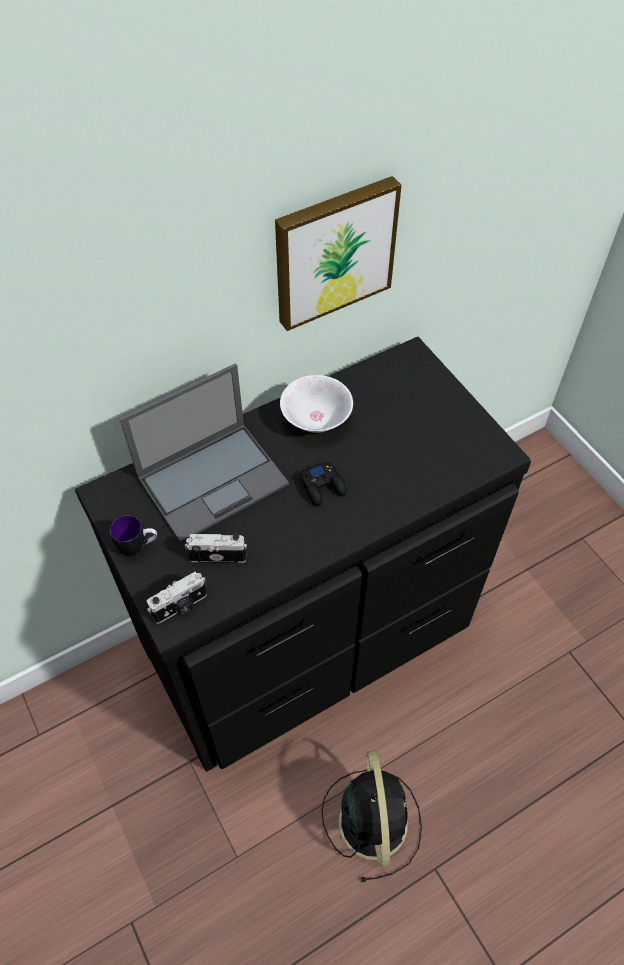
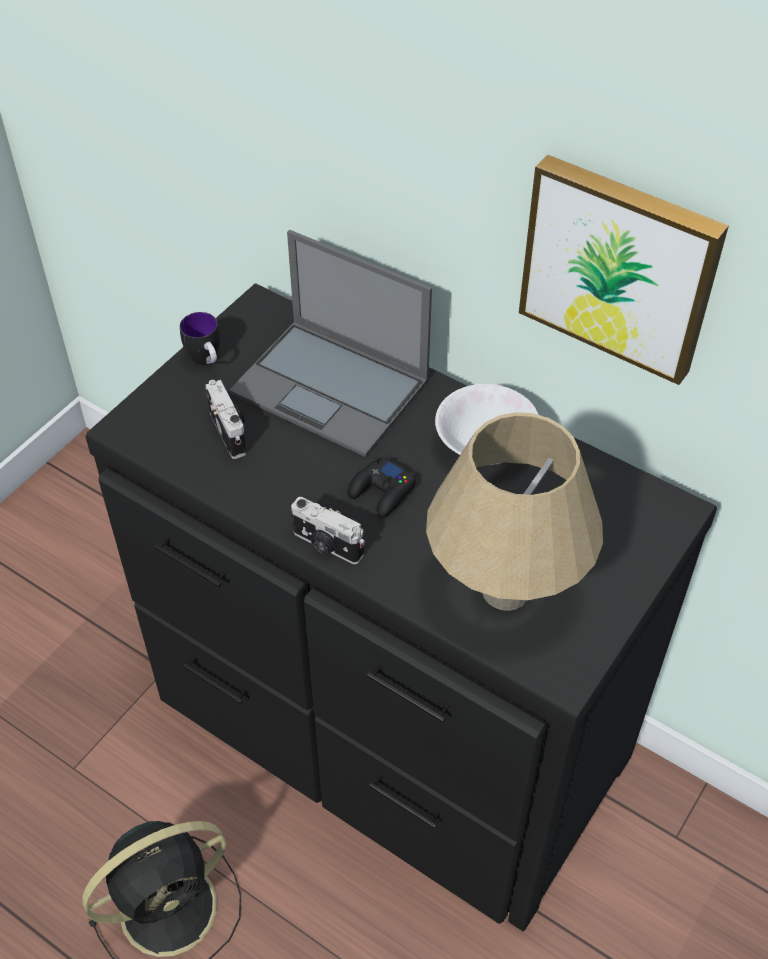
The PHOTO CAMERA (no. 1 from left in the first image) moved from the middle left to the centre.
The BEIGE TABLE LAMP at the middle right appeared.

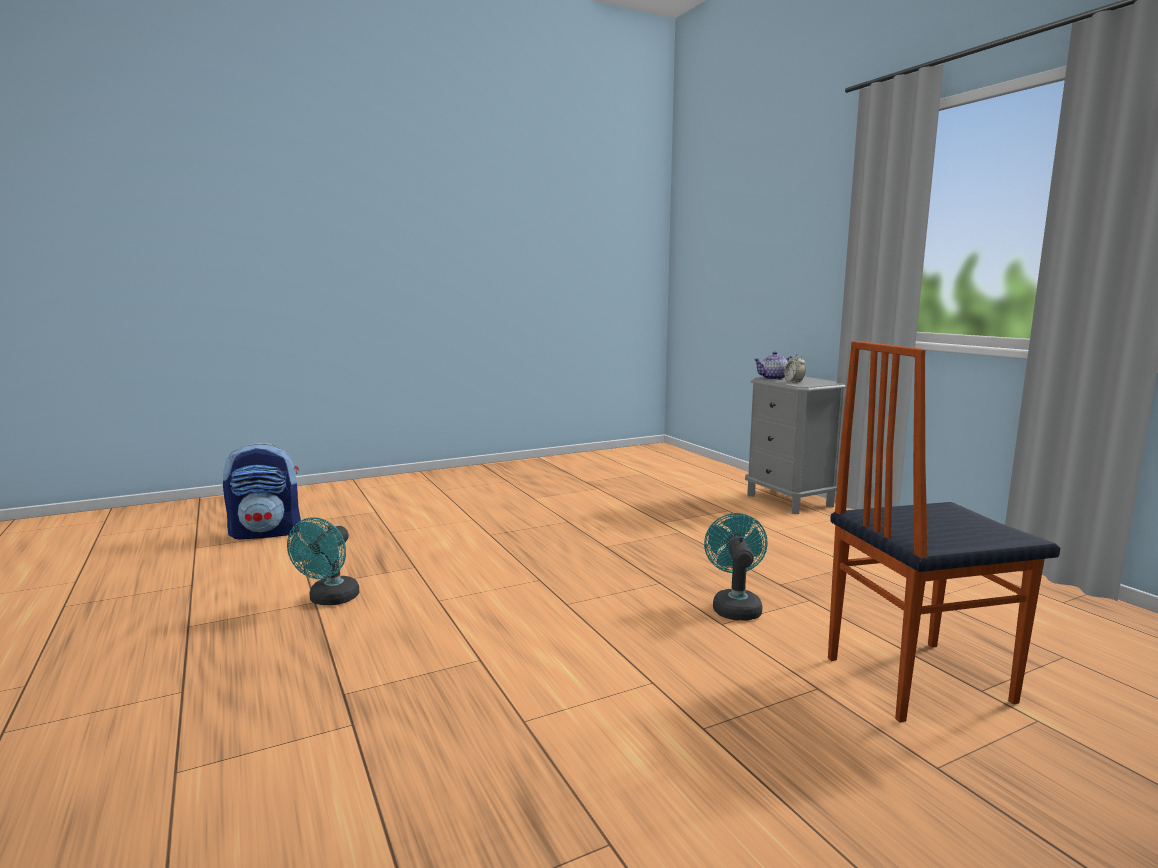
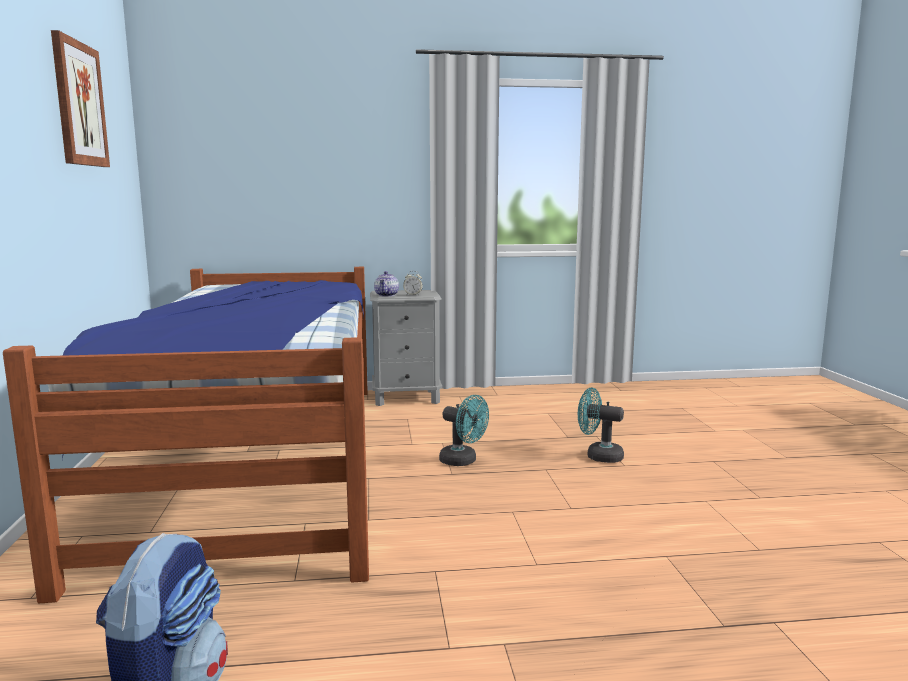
The BED at the middle left appeared.
The PICTURE at the top left appeared.
The TURQUOISE FAN (no. 1 from left) moved from the middle left to the centre.
The CHAIR at the middle right disappeared.

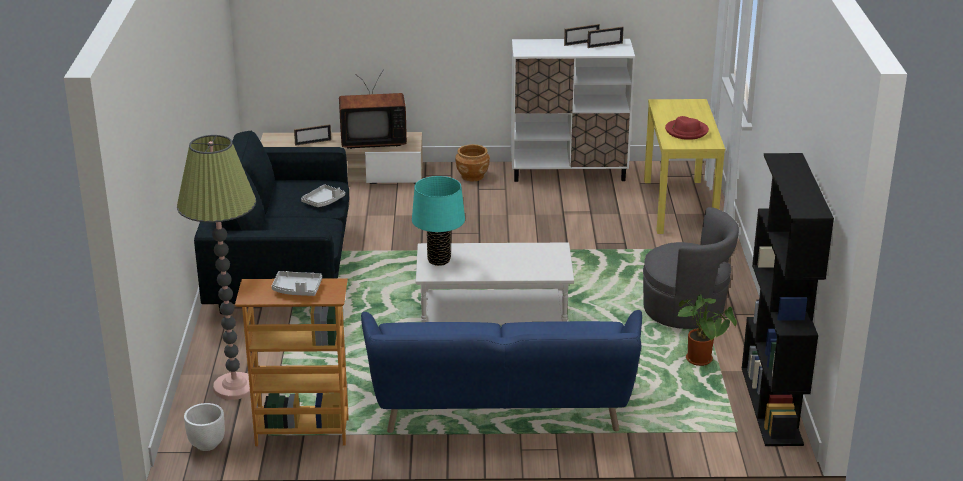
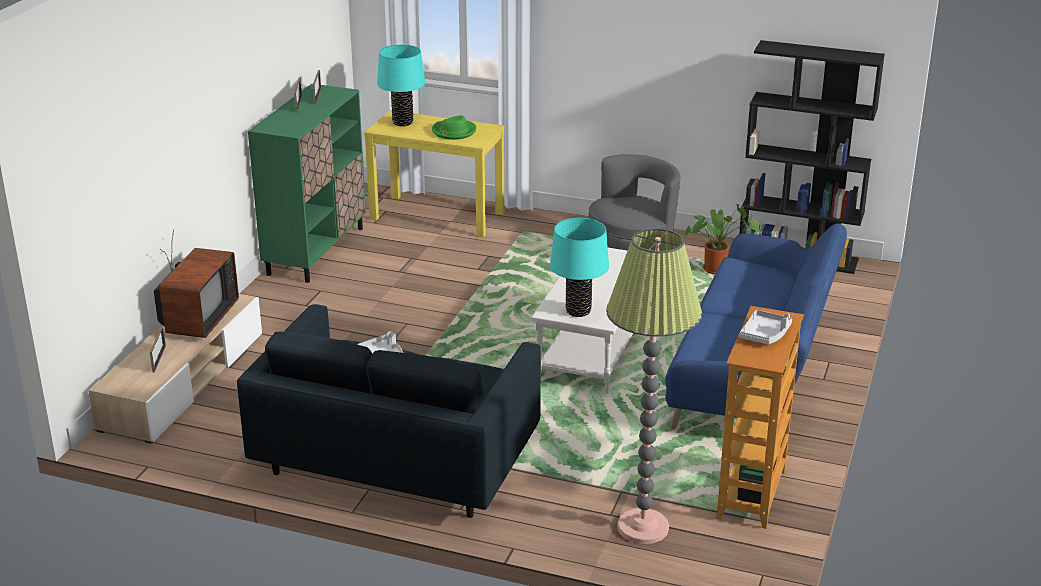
The WHITE CABINET at the top centre became the GREEN CABINET at the top left.
The TURQUOISE TABLE LAMP (no. 1 from left) at the top centre appeared.
The RED HAT at the top right became the GREEN HAT at the top centre.
The WHITE PLANTER at the bottom left disappeared.
The BROWN PLANTER at the centre disappeared.

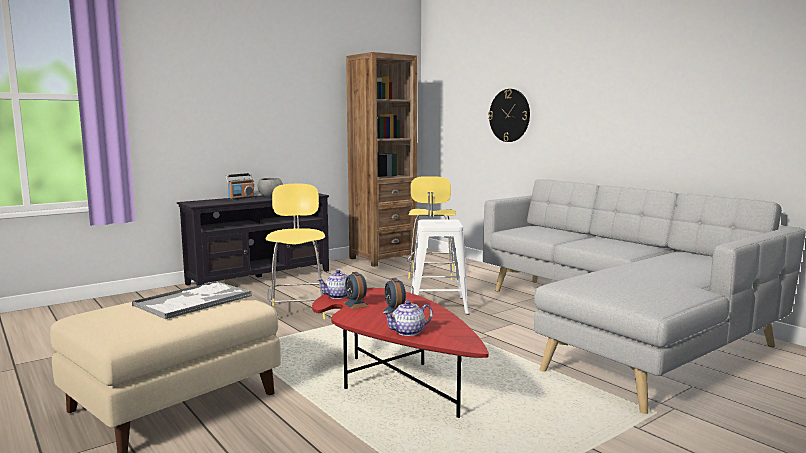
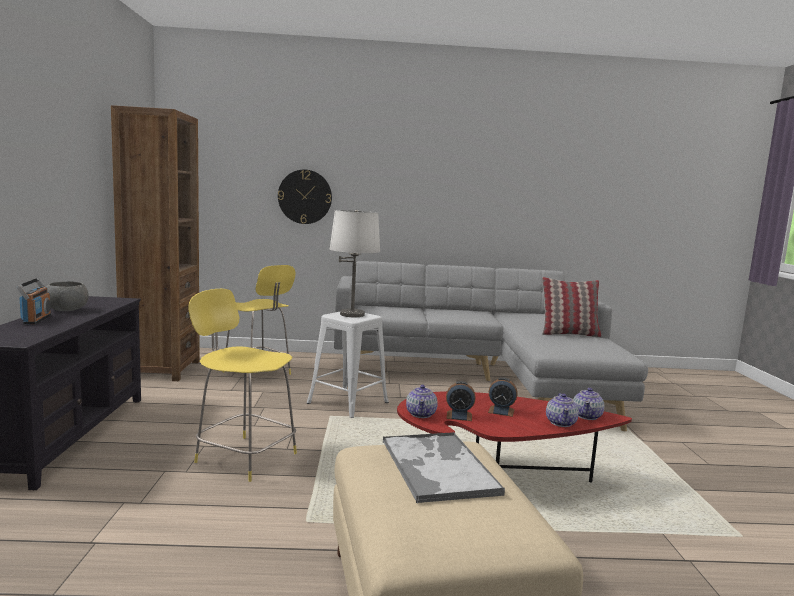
The WHITE TABLE LAMP at the centre appeared.
The PILLOW at the middle right appeared.
The TEAPOT (no. 3 from left) at the bottom right appeared.

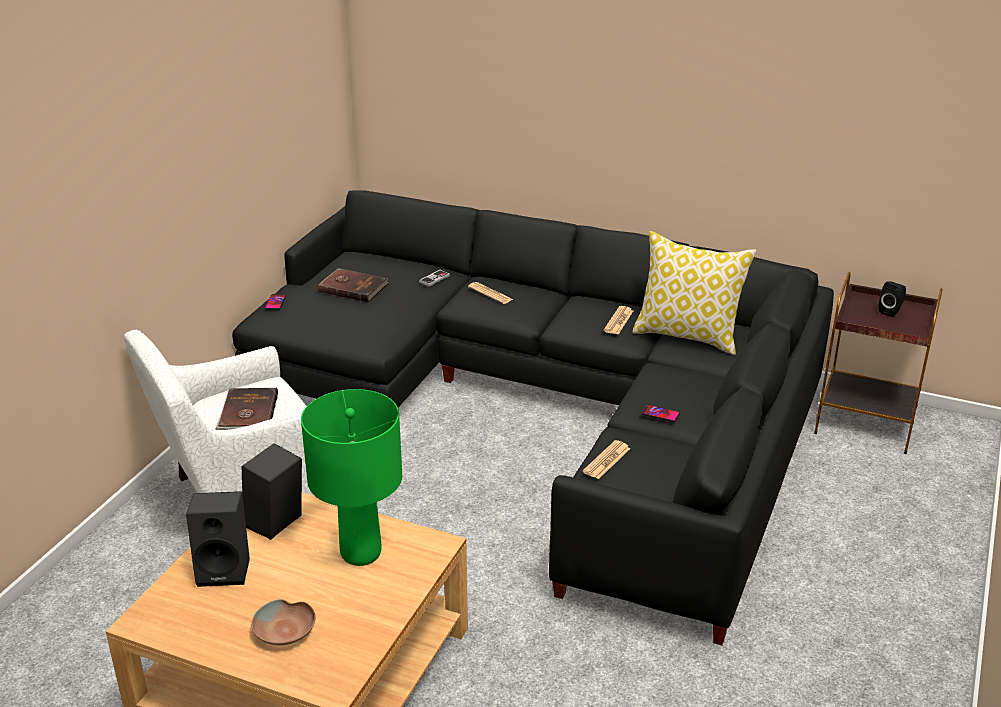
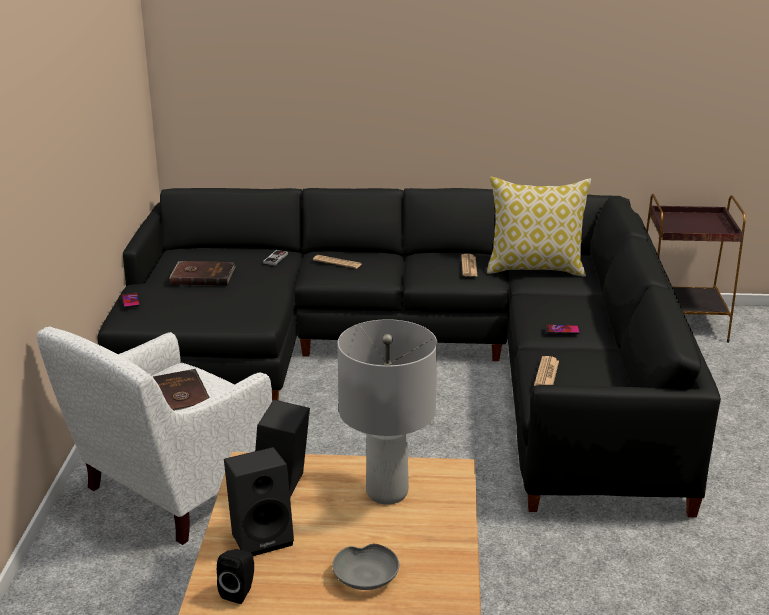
The BLACK SPEAKER (no. 3 from left in the first image) moved from the middle right to the bottom left.
The BROWN BOWL at the bottom left became the GREY BOWL at the bottom centre.
The GREEN TABLE LAMP at the bottom centre became the GREY TABLE LAMP at the bottom centre.

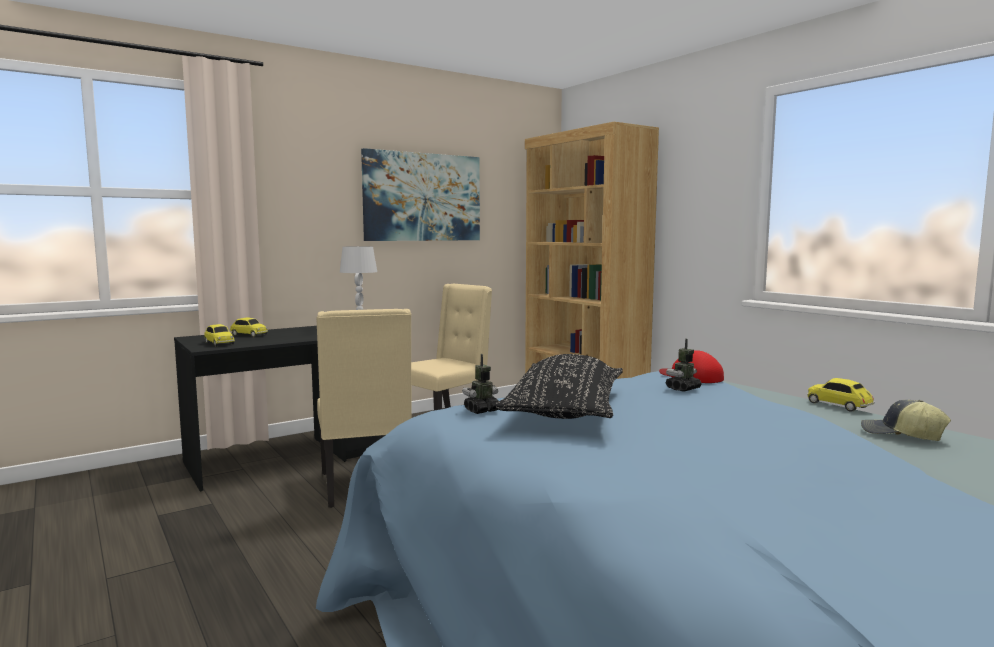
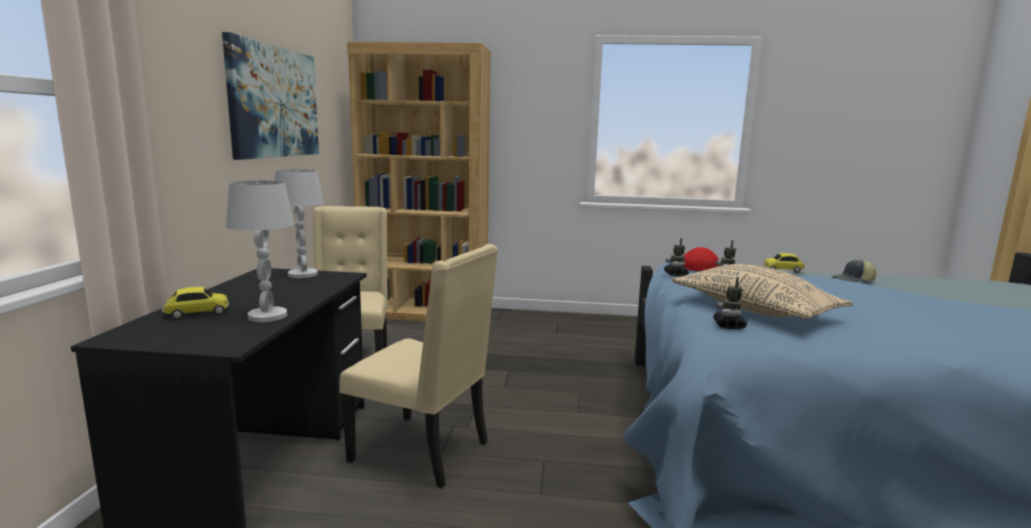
The WHITE TABLE LAMP (no. 1 from left) at the middle left appeared.
The TOY ROBOT (no. 1 from left) at the centre appeared.
The BLACK PILLOW at the centre became the BEIGE PILLOW at the middle right.
The TOY CAR (no. 1 from left) at the middle left disappeared.

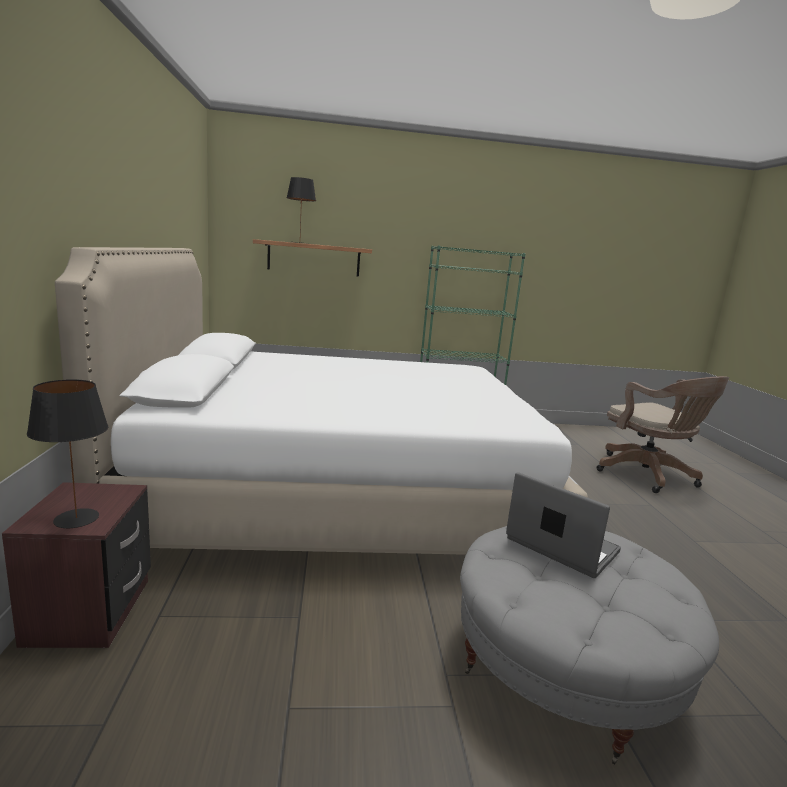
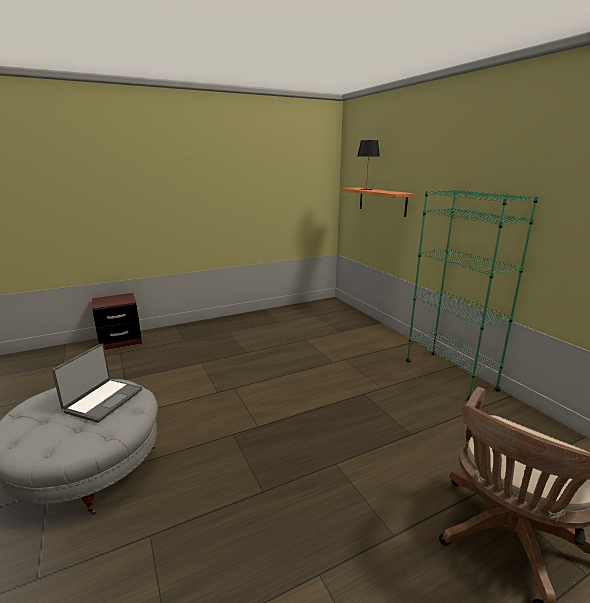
The BLACK TABLE LAMP (no. 1 from left) at the middle left disappeared.
The WHITE BED at the centre disappeared.

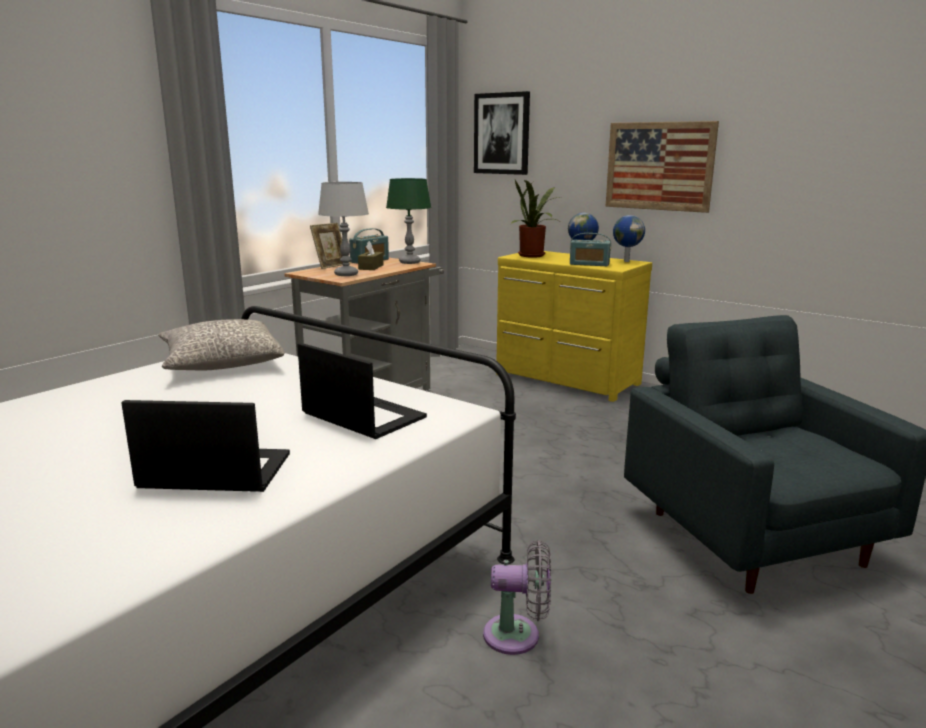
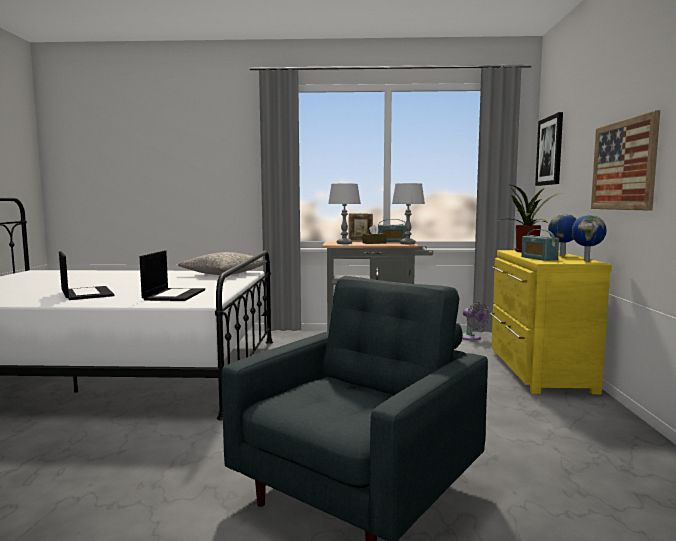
The GREEN TABLE LAMP at the top centre became the GREY TABLE LAMP (no. 2 from left) at the centre.
The GREY FAN moved from the bottom centre to the middle right.

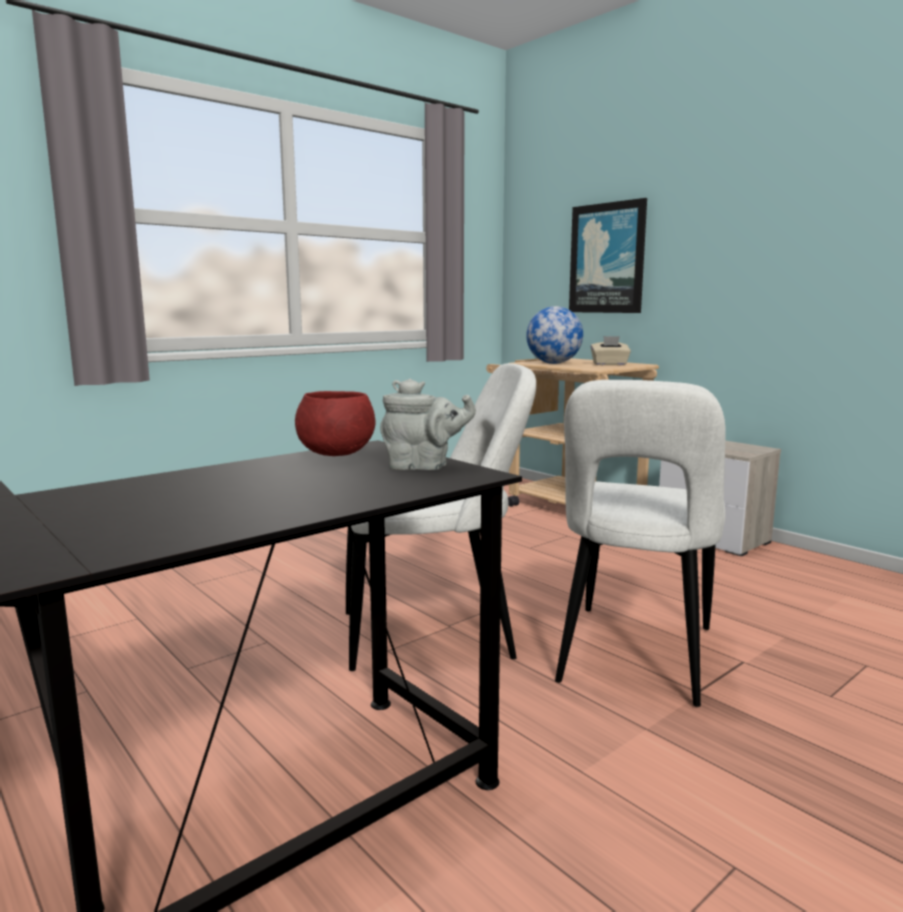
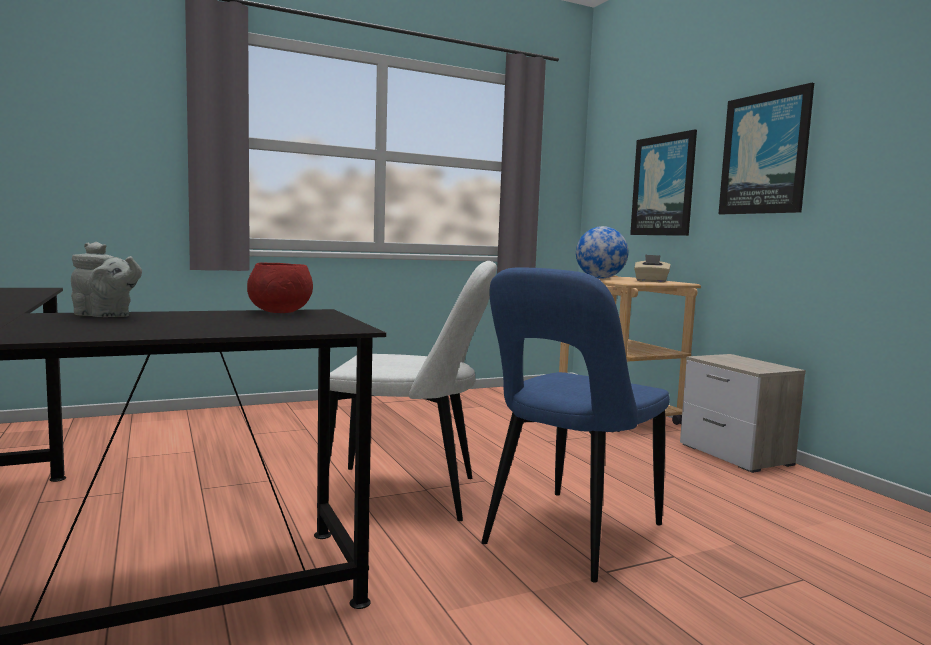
The GREY TEAPOT moved from the centre to the middle left.
The WHITE CHAIR (no. 2 from left) at the middle right became the BLUE CHAIR at the centre.
The PICTURE (no. 2 from left) at the top right appeared.

